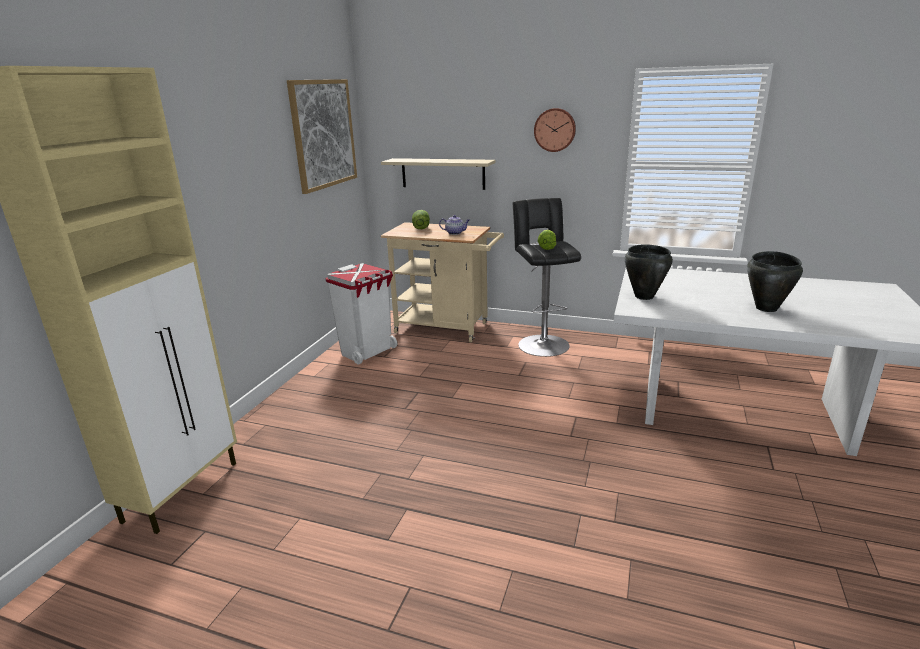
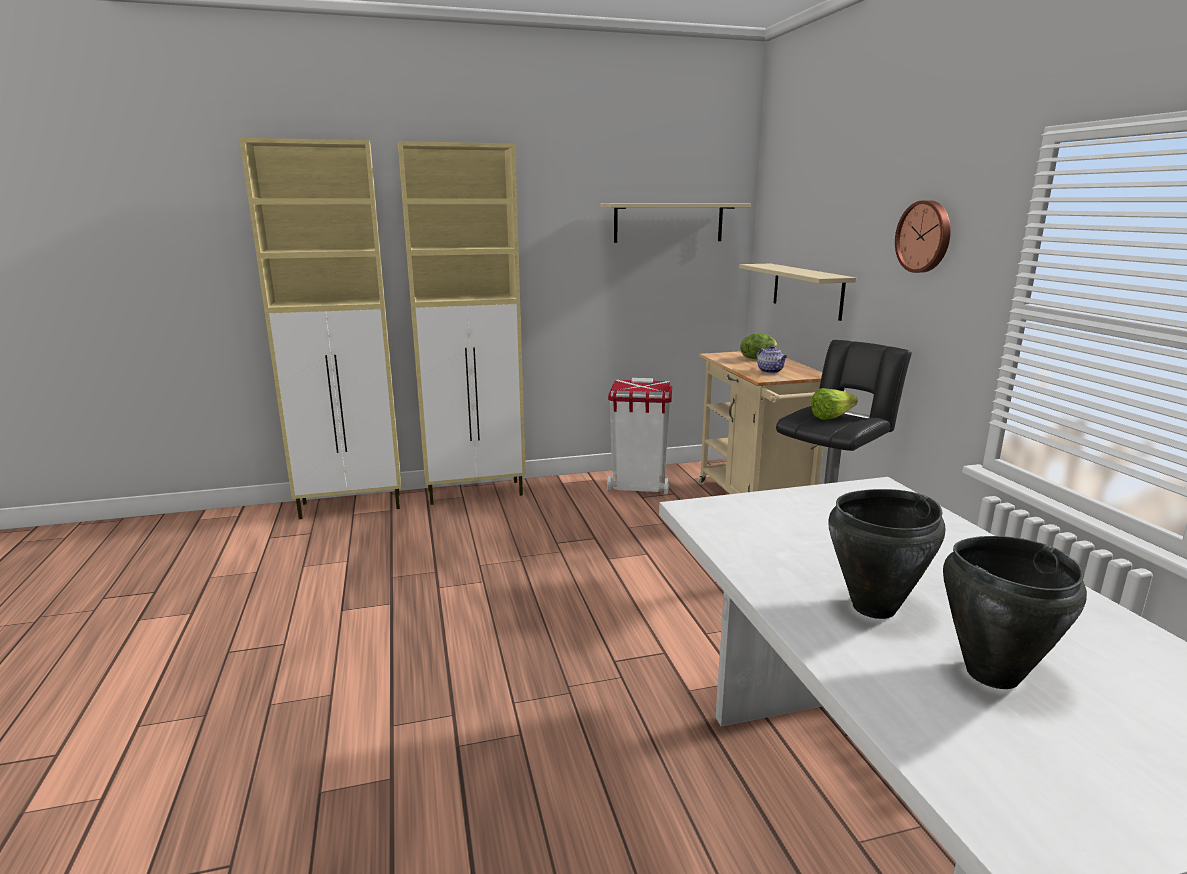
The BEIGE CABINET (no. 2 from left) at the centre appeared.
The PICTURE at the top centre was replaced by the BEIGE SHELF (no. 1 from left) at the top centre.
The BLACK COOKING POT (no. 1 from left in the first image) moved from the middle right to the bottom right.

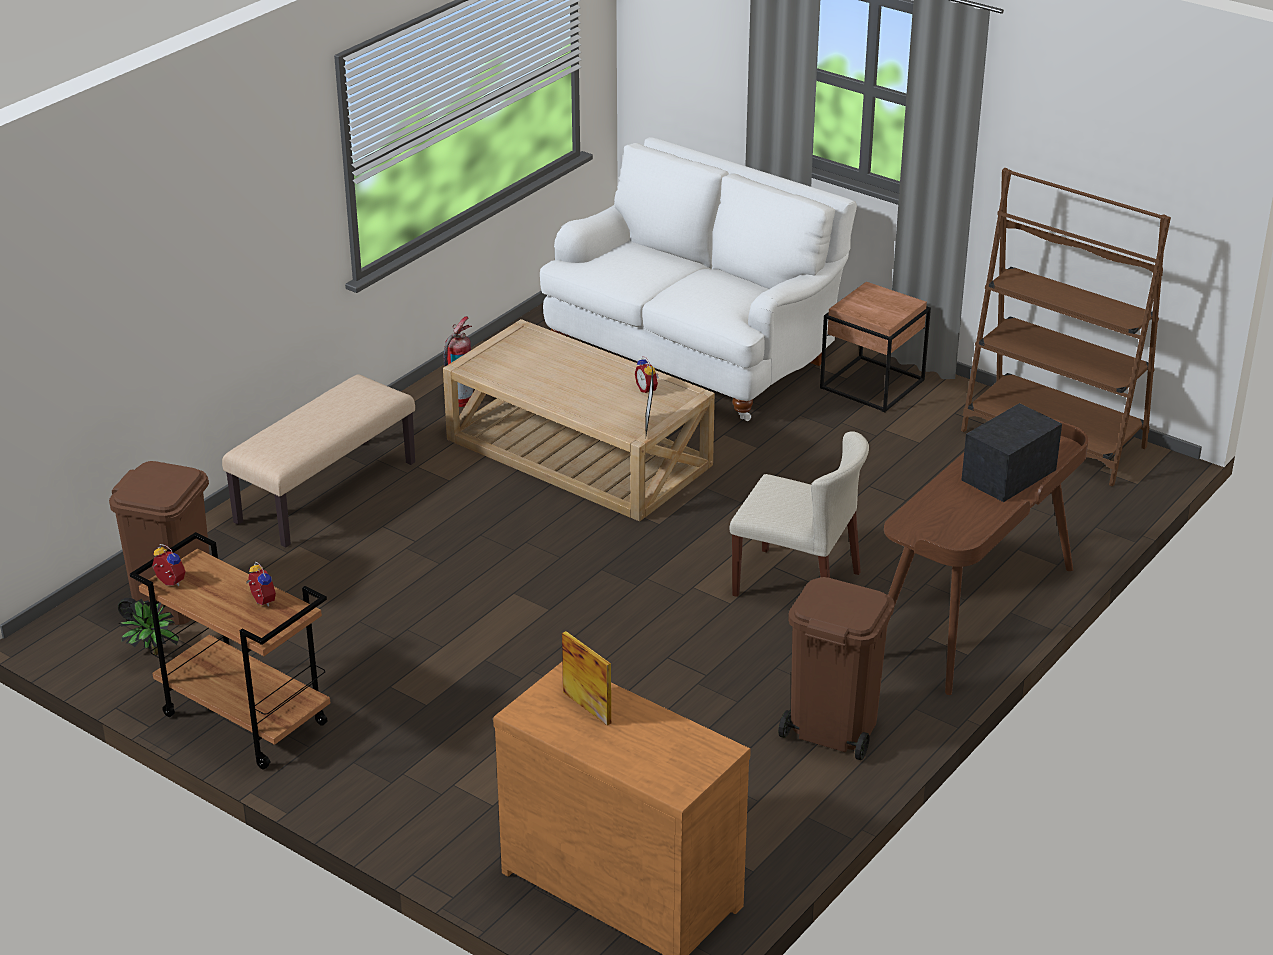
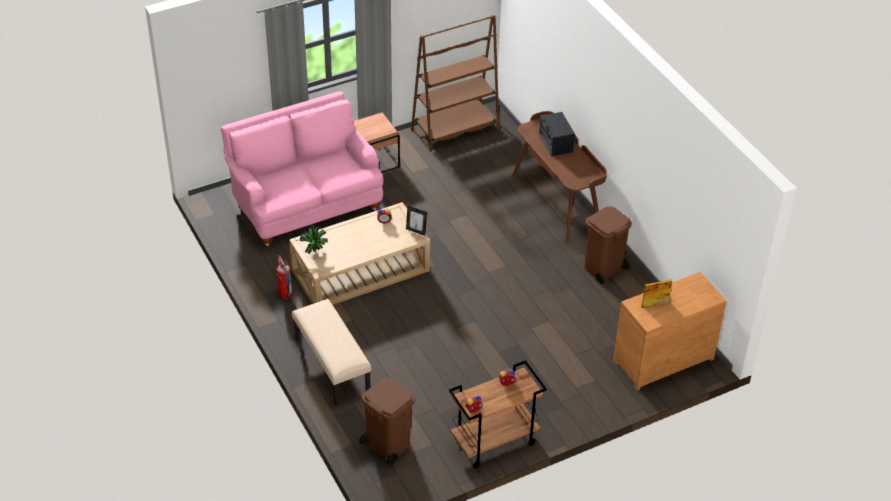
The WHITE SOFA at the top centre became the PINK SOFA at the centre.
The POTTED PLANT moved from the middle left to the centre.
The BEIGE CHAIR at the centre disappeared.

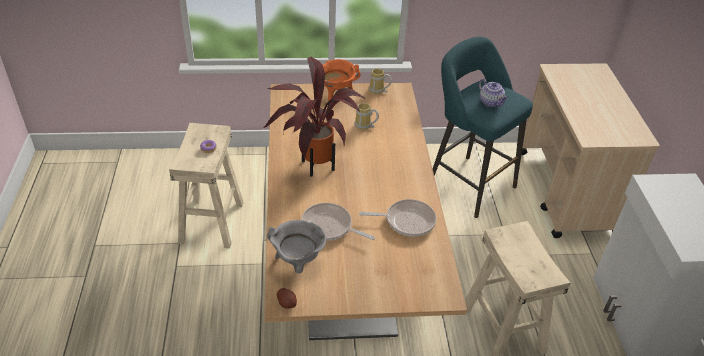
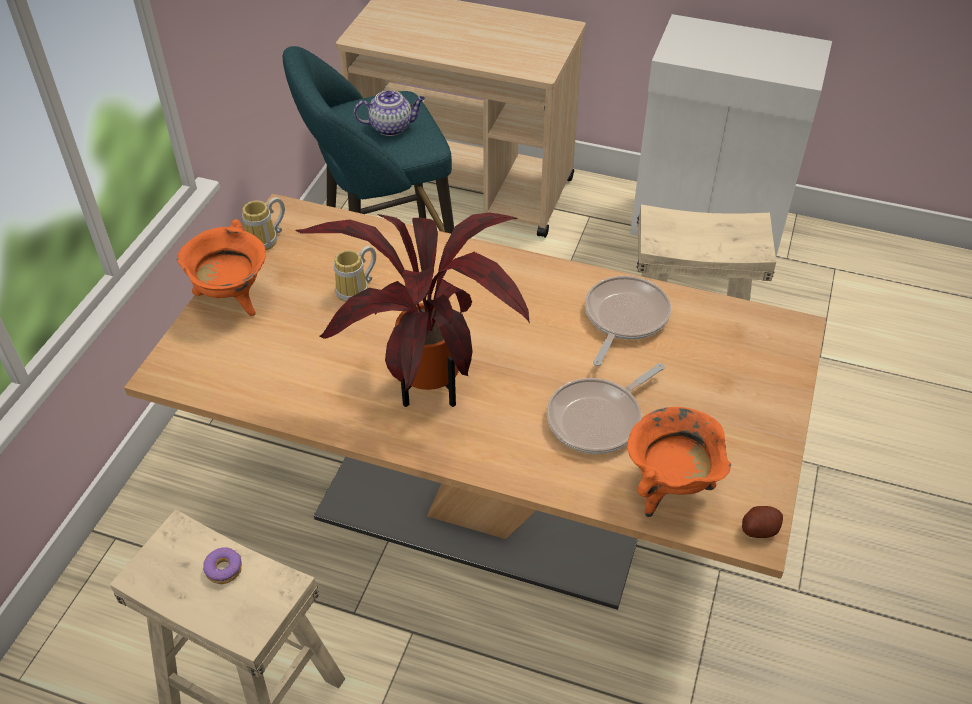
The GREY COOKING POT at the bottom centre became the ORANGE COOKING POT (no. 2 from left) at the middle right.

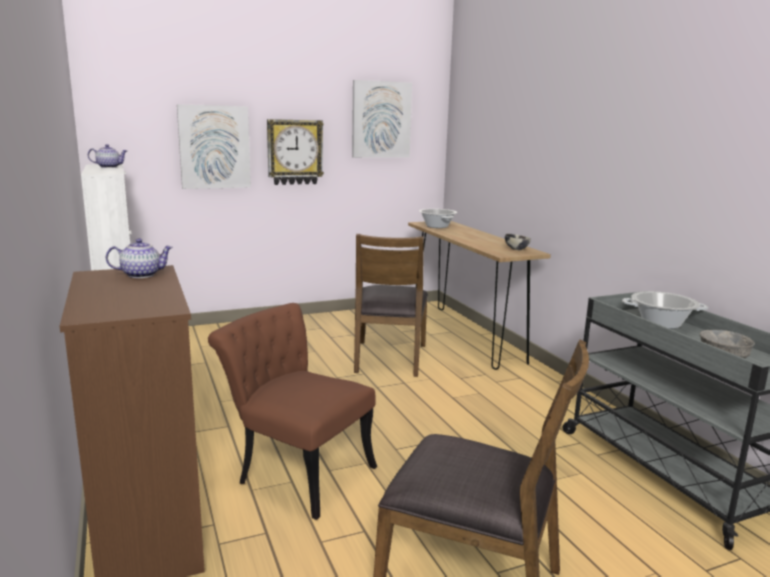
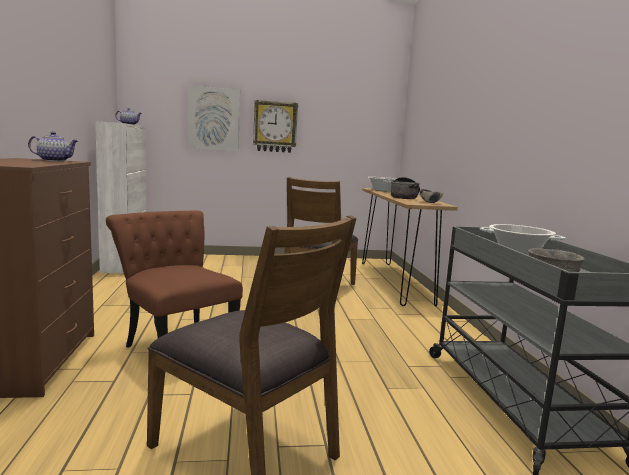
The COOKING POT (no. 2 from left) at the centre appeared.
The PICTURE (no. 2 from left) at the top centre disappeared.

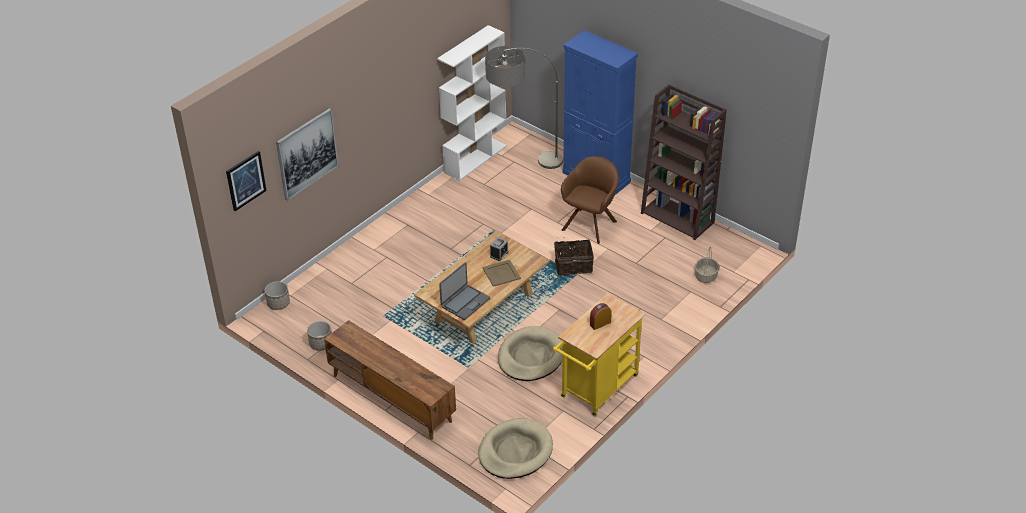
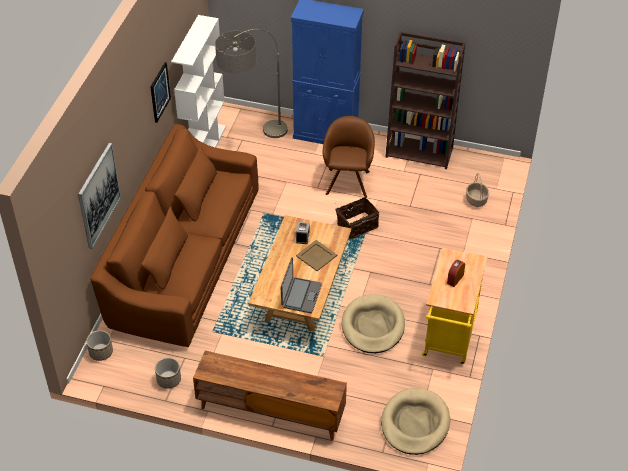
The BROWN SOFA at the middle left appeared.
The PICTURE (no. 1 from left in the first image) moved from the middle left to the top left.

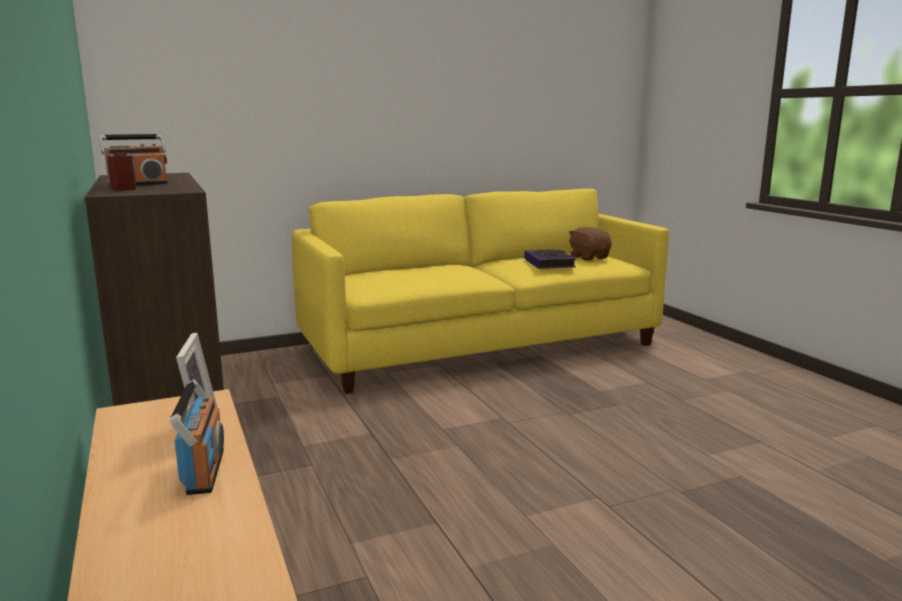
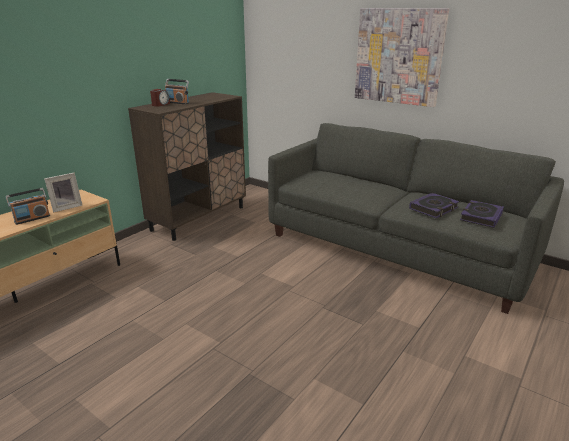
The YELLOW SOFA at the centre became the GREY SOFA at the middle right.
The PICTURE at the top right appeared.
The BROWN PLUSH TOY at the centre was replaced by the BOOK (no. 2 from left) at the middle right.

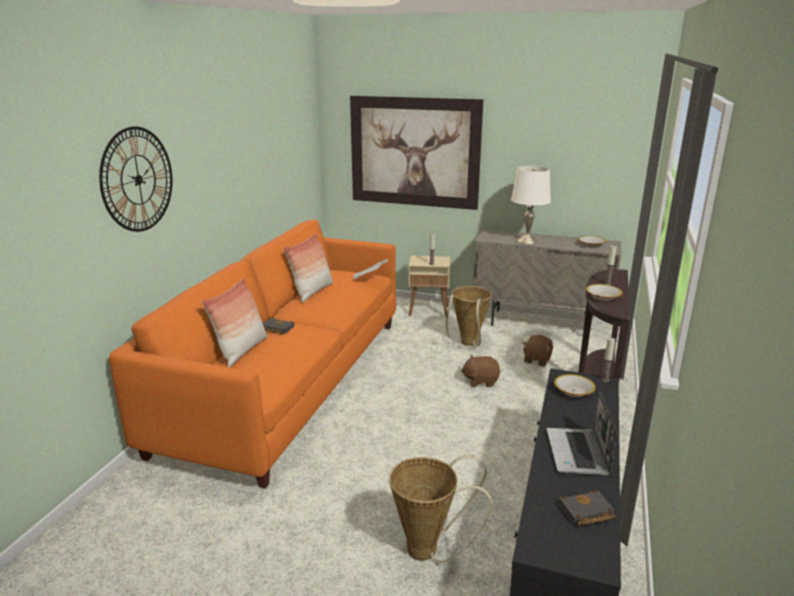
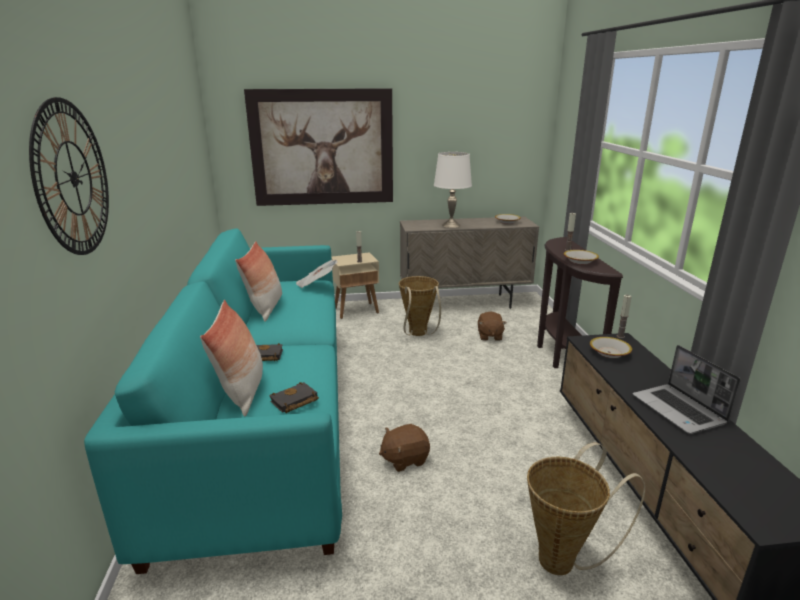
The ORANGE SOFA at the middle left became the TURQUOISE SOFA at the bottom left.
The BLACK BOOK (no. 2 from left) moved from the bottom right to the centre.
The BROWN PLUSH TOY (no. 1 from left) moved from the centre to the bottom centre.

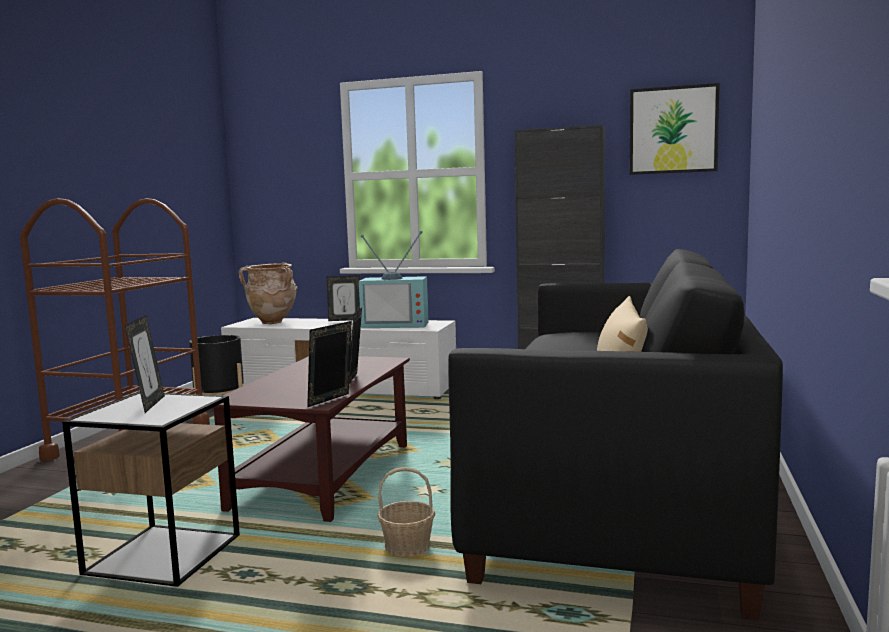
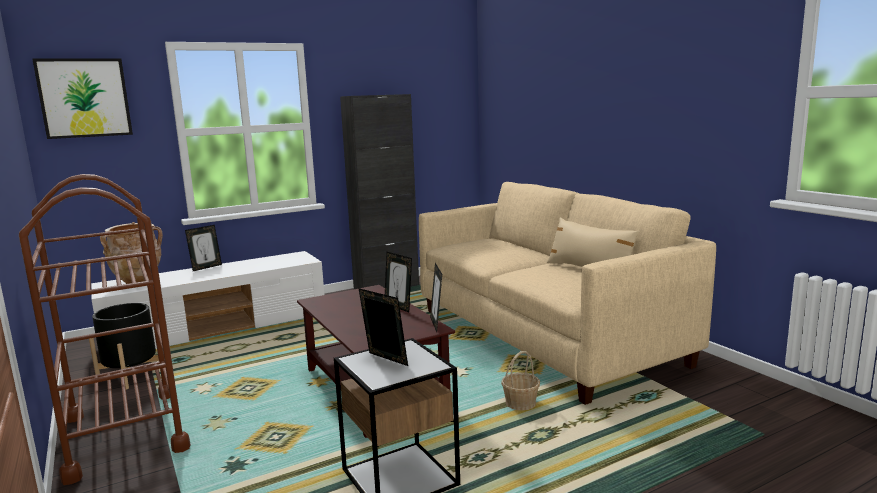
The PICTURE moved from the top right to the top left.
The BLACK SOFA at the bottom right became the BEIGE SOFA at the centre.
The TELEVISION at the centre disappeared.

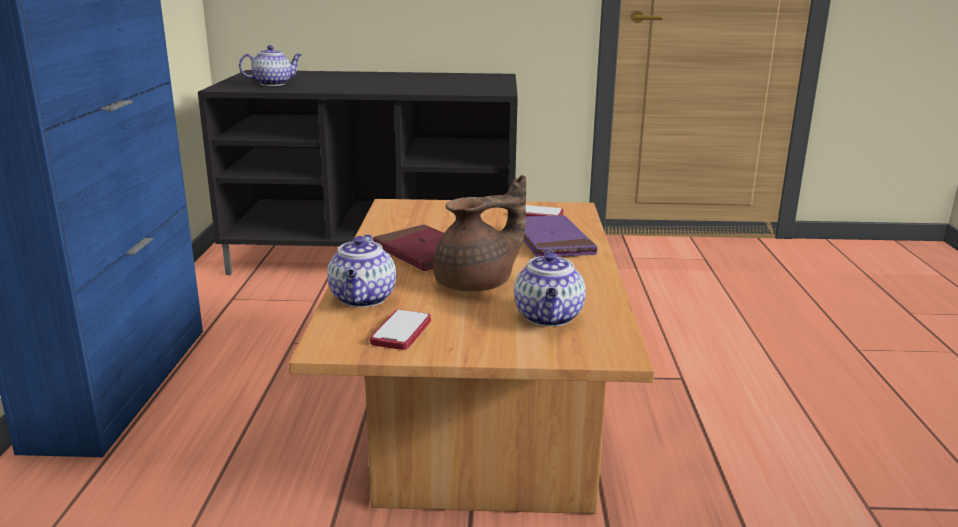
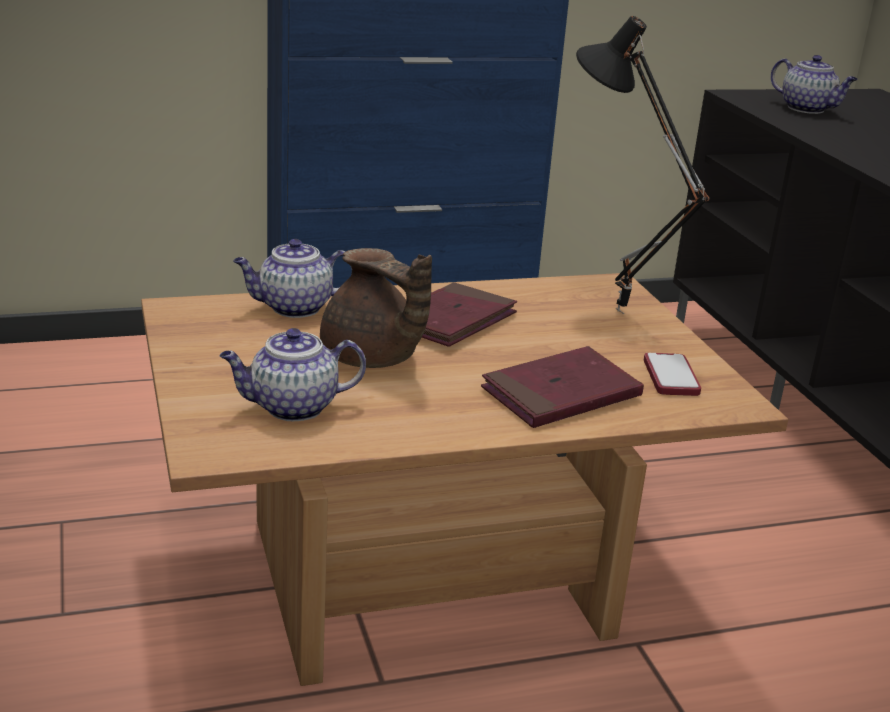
The PURPLE BOOK at the centre became the RED BOOK (no. 2 from left) at the centre.
The BLACK TABLE LAMP at the top right appeared.
The PHONE (no. 1 from left) at the centre disappeared.

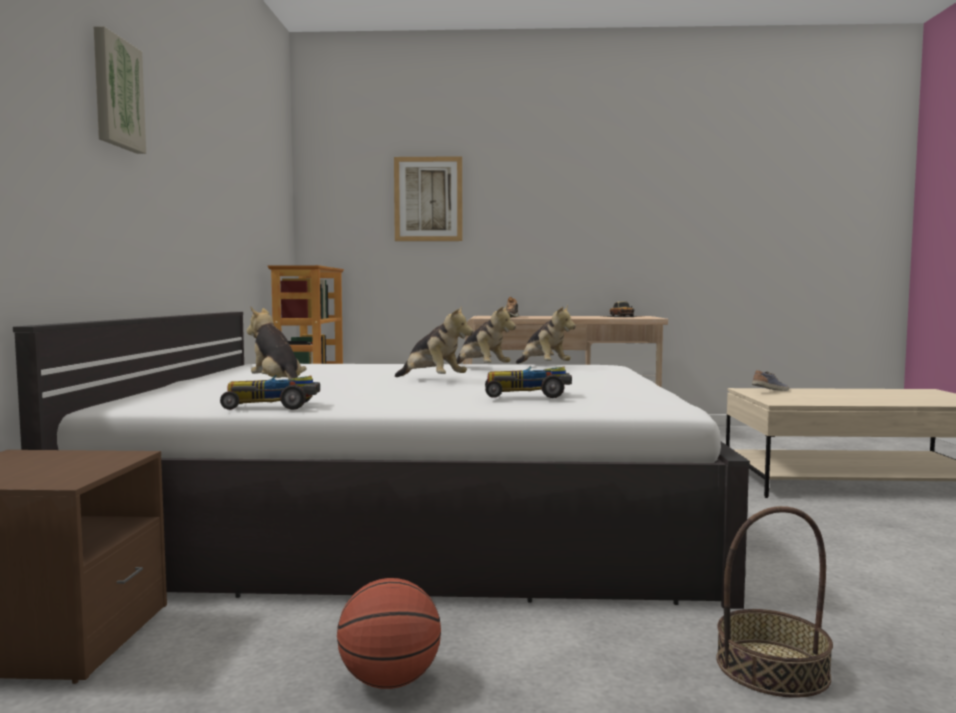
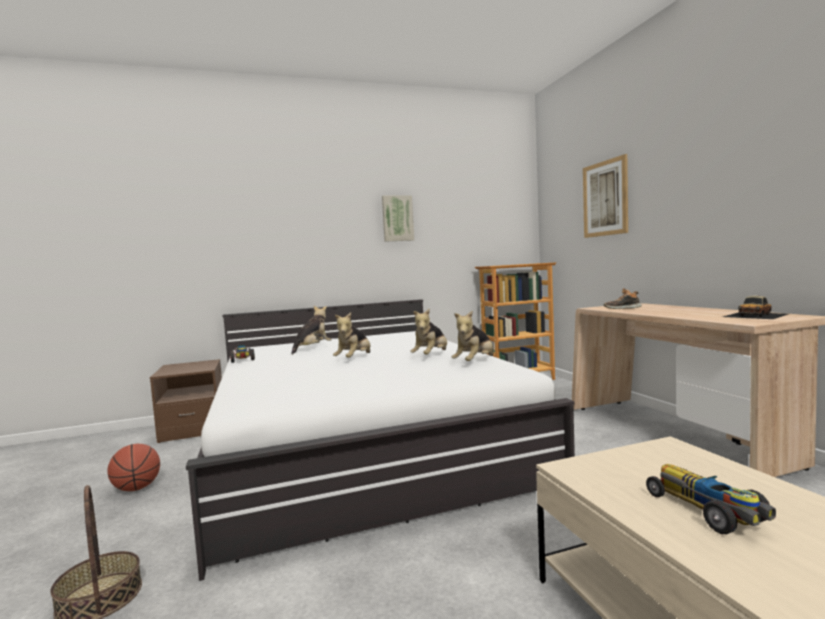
The PICTURE (no. 1 from left) moved from the top left to the centre.
The TOY CAR (no. 2 from left) moved from the centre to the bottom right.
The SHOE (no. 2 from left) at the middle right disappeared.

